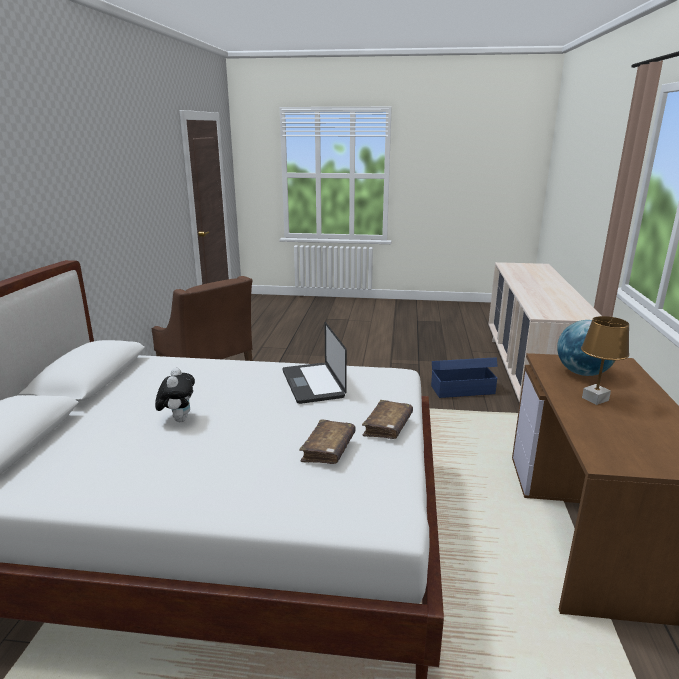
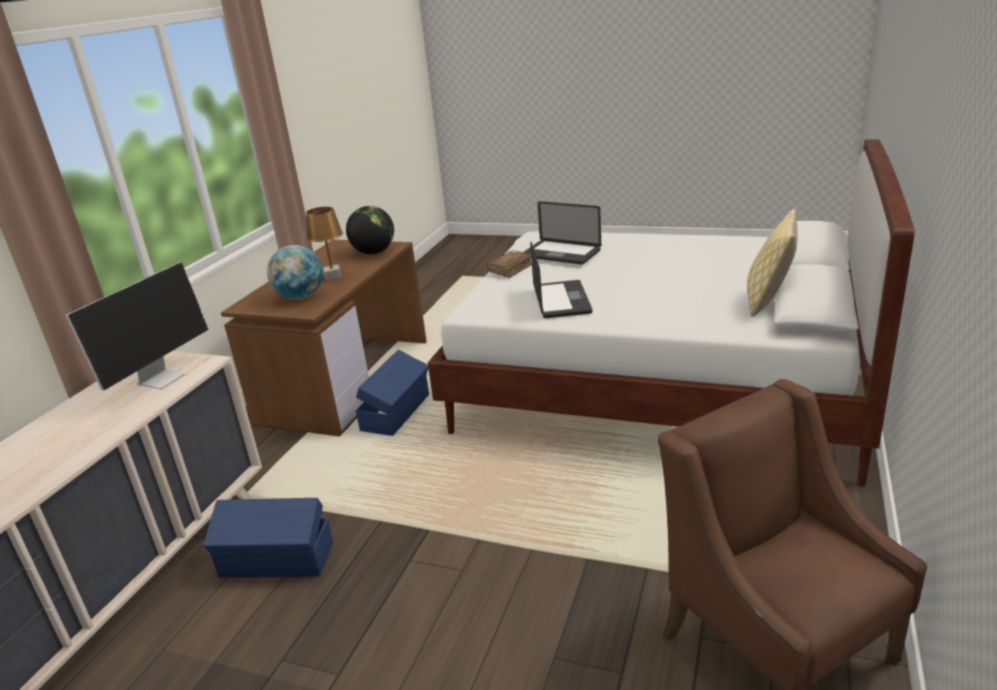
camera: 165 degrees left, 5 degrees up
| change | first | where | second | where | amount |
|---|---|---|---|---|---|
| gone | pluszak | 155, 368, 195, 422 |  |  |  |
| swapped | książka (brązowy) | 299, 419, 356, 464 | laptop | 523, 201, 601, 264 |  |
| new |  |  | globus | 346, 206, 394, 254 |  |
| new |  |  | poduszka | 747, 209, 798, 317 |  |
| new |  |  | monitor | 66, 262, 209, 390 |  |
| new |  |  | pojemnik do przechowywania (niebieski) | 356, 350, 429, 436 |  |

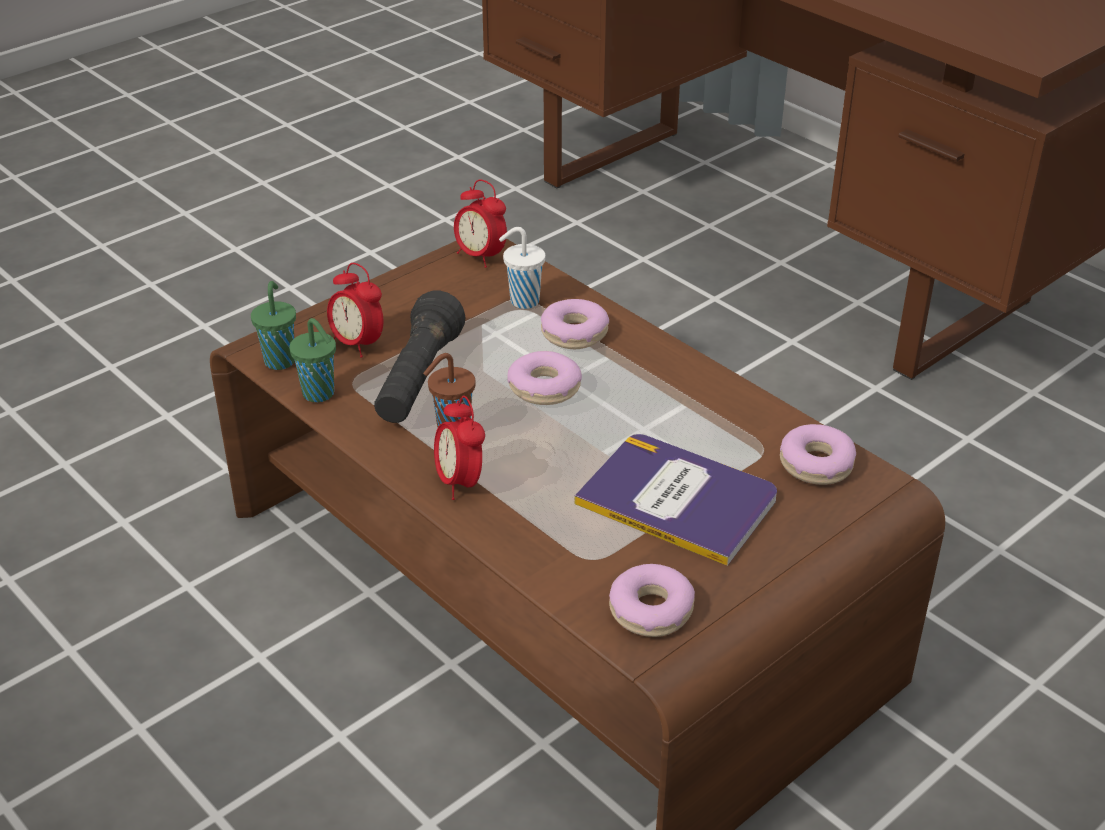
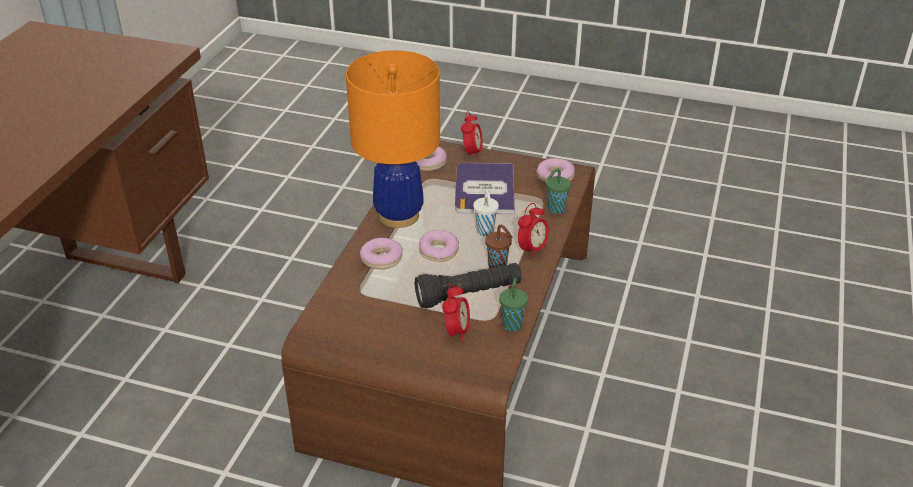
camera: 120 degrees left, 0 degrees up
| change | first | where | second | where | amount |
|---|---|---|---|---|---|
| shifted | budzik | 454, 179, 507, 268 |  | 461, 111, 483, 160 |  |
| shifted | filiżanka (biały) | 499, 227, 546, 309 |  | 473, 191, 499, 236 |  |
| shifted | filiżanka (zielony) | 251, 281, 296, 370 |  | 546, 169, 571, 214 |  |
| new |  |  | lampa stołowa (pomarańczowy) | 346, 50, 440, 228 |  |

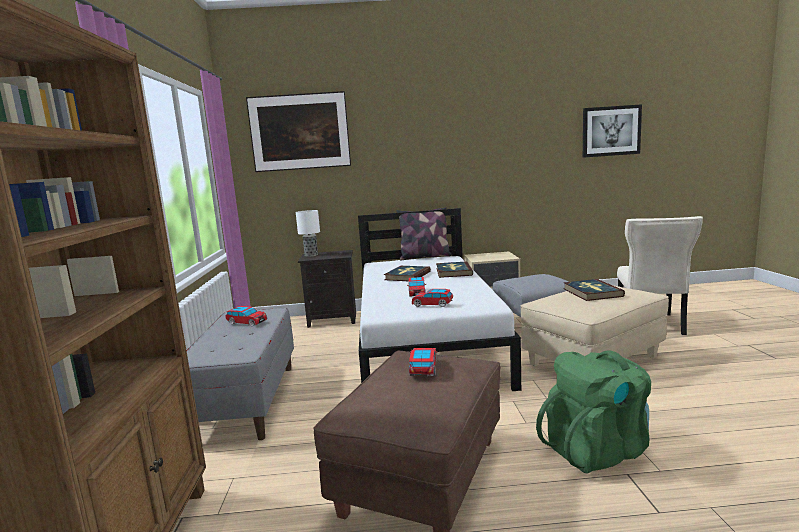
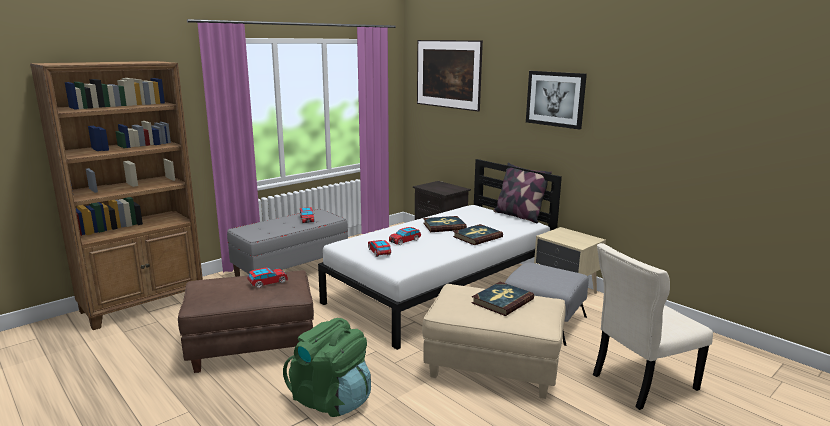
camera: 50 degrees right, 5 degrees up
| change | first | where | second | where | amount |
|---|---|---|---|---|---|
| shifted | obraz | 583, 104, 642, 158 |  | 526, 71, 587, 130 |  |
| gone | lampa stołowa | 296, 210, 320, 257 |  |  |  |

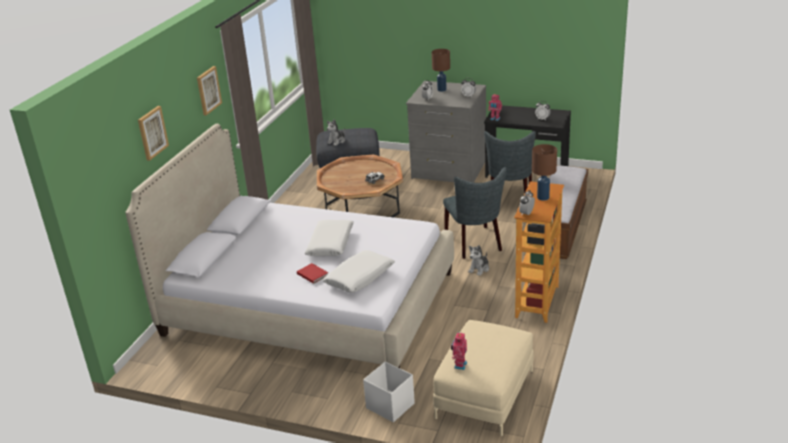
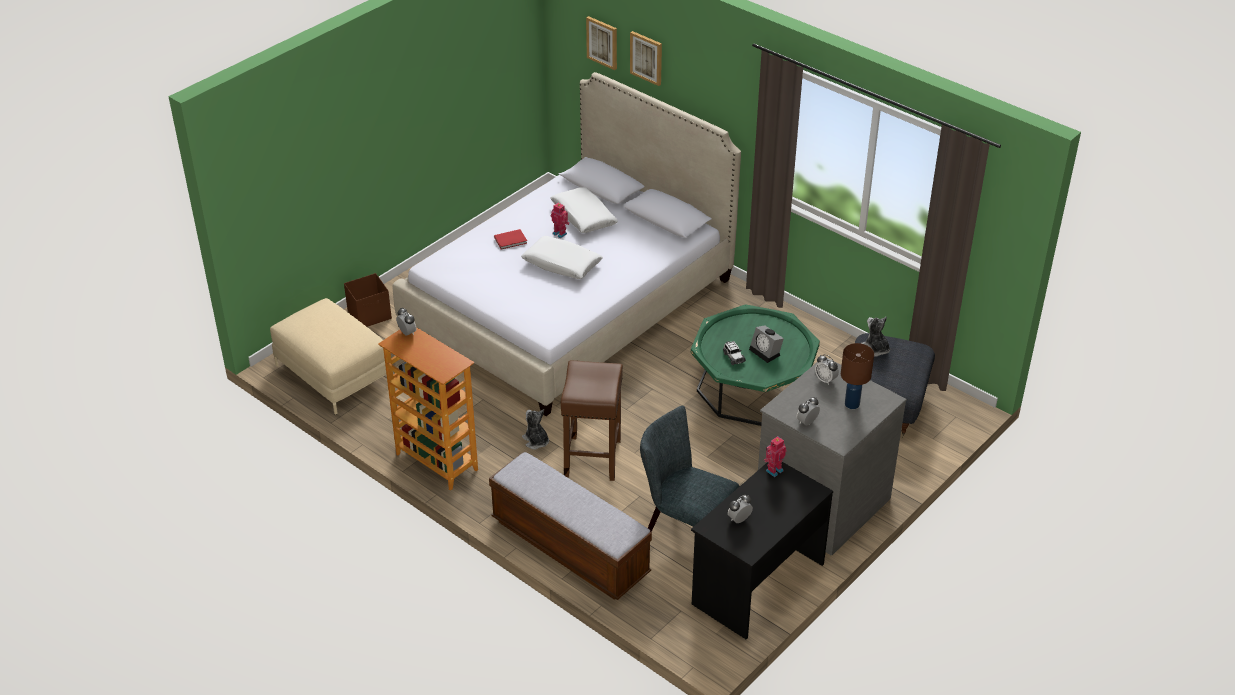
camera: 110 degrees right, 10 degrees up
| change | first | where | second | where | amount |
|---|---|---|---|---|---|
| shifted | obraz | 197, 66, 222, 115 |  | 586, 16, 617, 70 |  |
| gone | lampa stołowa (brązowy) | 532, 144, 557, 201 |  |  |  |
| repainted | ława (brązowy) | 317, 154, 403, 217 | ława (zielony) | 691, 304, 820, 426 |  |
| swapped | krzesło (szary) | 443, 167, 507, 259 | stołek (brązowy) | 561, 360, 623, 481 |  |
| shifted | poduszka (biały) | 322, 250, 395, 293 |  | 551, 187, 618, 233 |  |
| shifted | robot zabawkowy | 451, 332, 467, 370 |  | 551, 203, 569, 238 |  |
| repainted | pojemnik do przechowywania (biały) | 363, 362, 415, 423 | pojemnik do przechowywania (brązowy) | 344, 273, 392, 327 |  |
| new |  |  | budzik | 749, 325, 784, 363 |  |

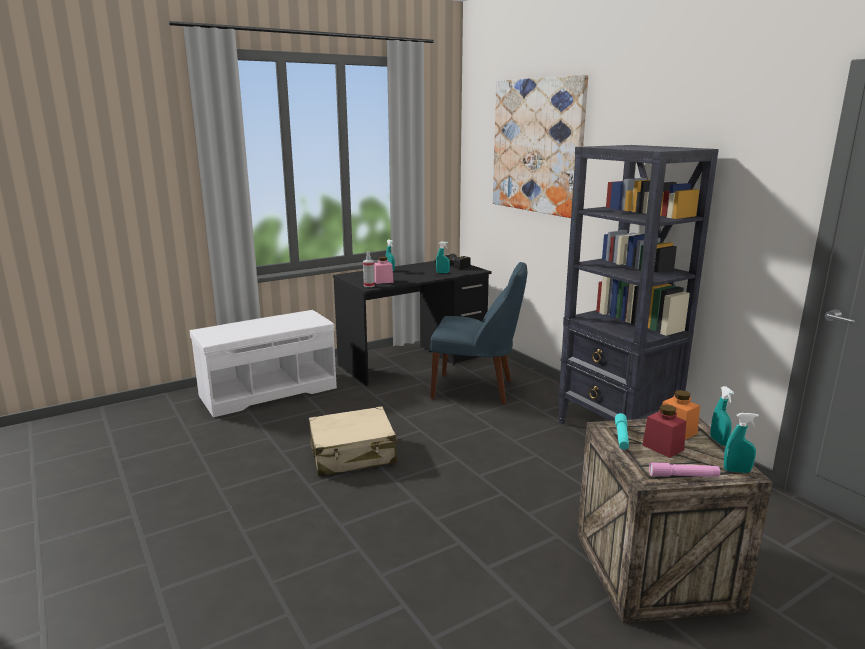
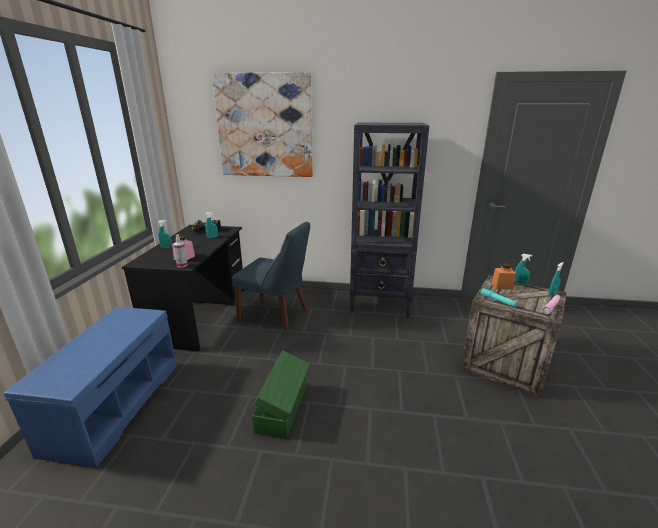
camera: 50 degrees left, 5 degrees up
| change | first | where | second | where | amount |
|---|---|---|---|---|---|
| rotated | krzesło (niebieski) | 431, 262, 527, 404 |  | 232, 221, 310, 331 | 60 degrees clockwise |
| repainted | ławka (biały) | 190, 310, 337, 418 | ławka (niebieski) | 4, 307, 177, 467 |  |
| gone | słoik (czerwony) | 643, 404, 686, 458 |  |  |  |
| swapped | walizka (beżowy) | 309, 406, 398, 476 | pojemnik do przechowywania (zielony) | 252, 350, 310, 439 |  |

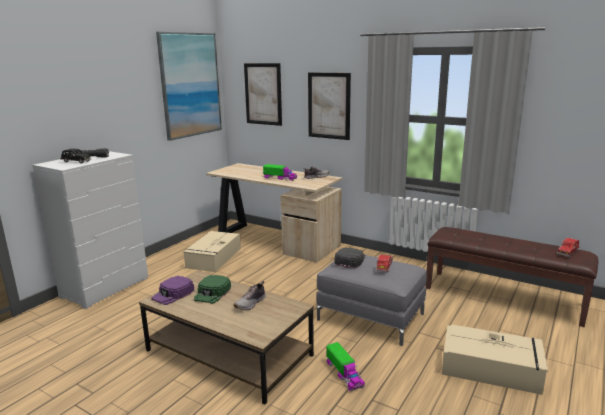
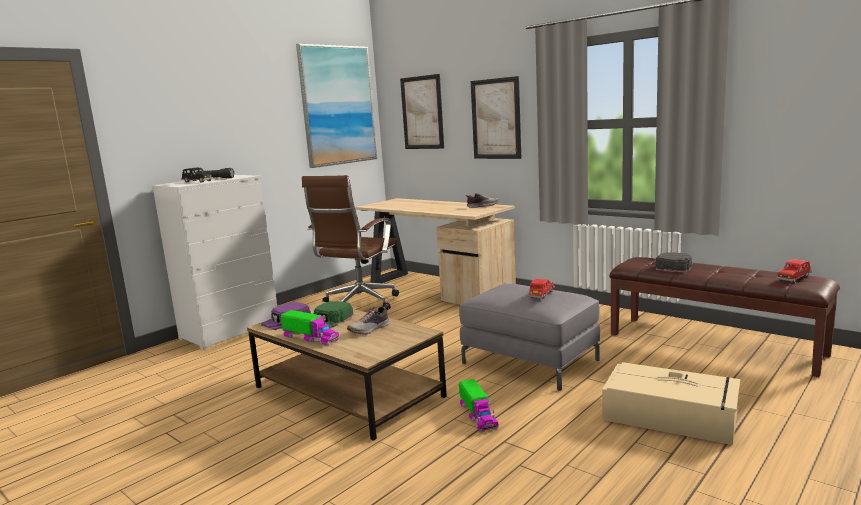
camera: 10 degrees right, 5 degrees down
| change | first | where | second | where | amount |
|---|---|---|---|---|---|
| shifted | ciężarówka zabawkowa | 263, 164, 297, 181 |  | 280, 310, 340, 345 |  |
| swapped | pojemnik do przechowywania (beżowy) | 183, 231, 241, 272 | krzesło biurowe (brązowy) | 302, 175, 399, 310 |  |
| shifted | czapka z daszkiem (czarny) | 335, 247, 365, 268 |  | 656, 252, 693, 273 |  |

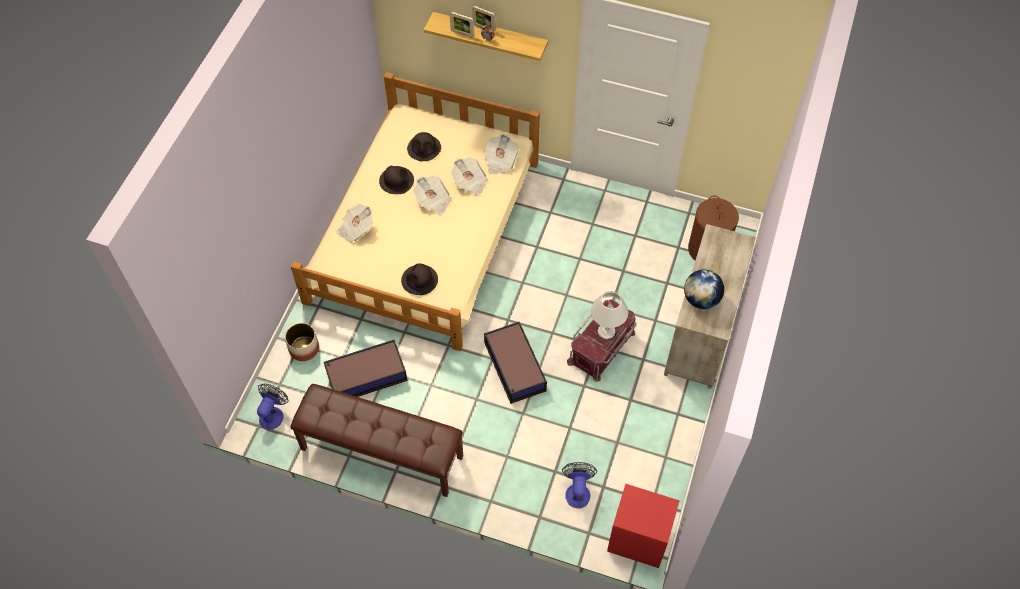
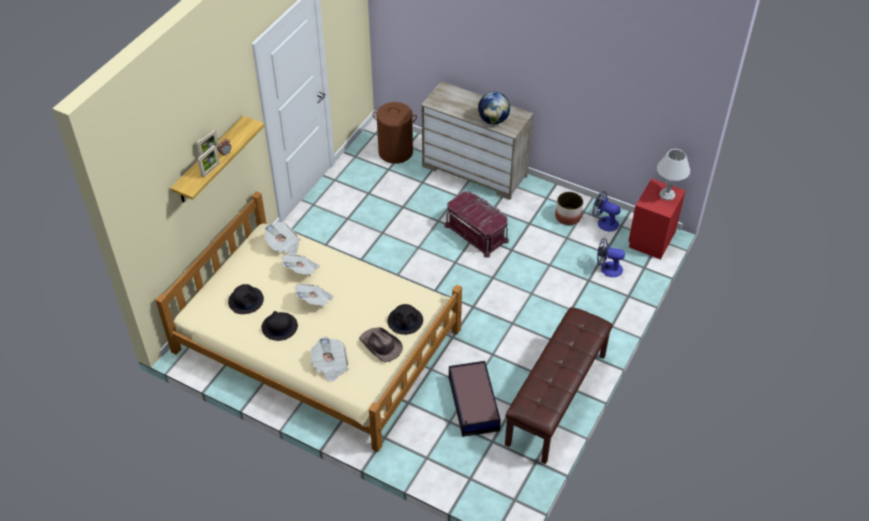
camera: 80 degrees left, 10 degrees down
| change | first | where | second | where | amount |
|---|---|---|---|---|---|
| shifted | lampa stołowa (biały) | 591, 291, 628, 339 |  | 657, 149, 690, 201 |  |
| gone | pojemnik do przechowywania | 484, 322, 547, 404 |  |  |  |
| shifted | donica | 285, 323, 319, 361 |  | 555, 192, 583, 225 |  |
| shifted | wentylator | 257, 384, 289, 430 |  | 592, 191, 621, 232 |  |
| new |  |  | kapelusz (brązowy) | 359, 327, 403, 363 |  |

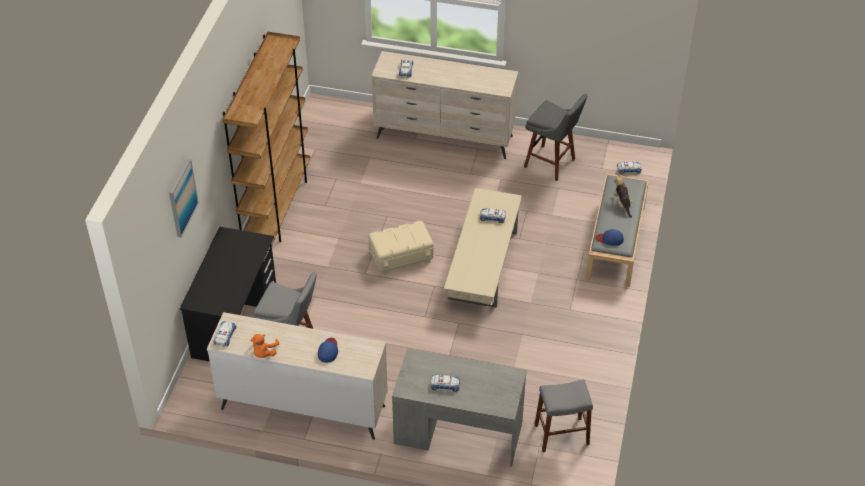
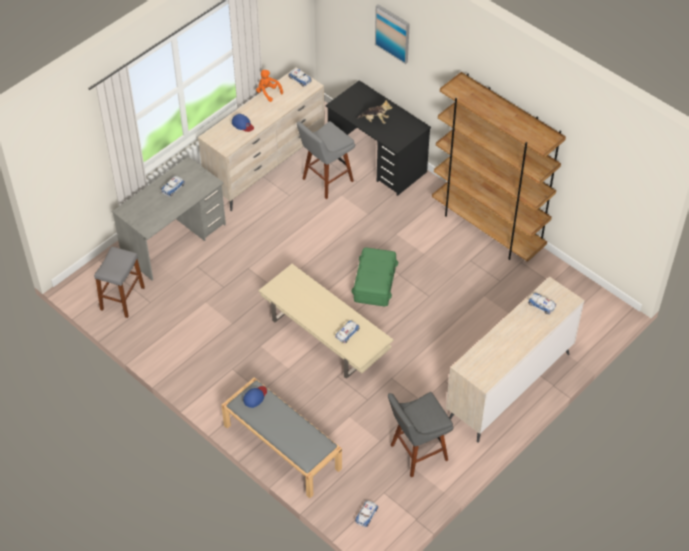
camera: 120 degrees right, 5 degrees up
| change | first | where | second | where | amount |
|---|---|---|---|---|---|
| shifted | pluszak | 613, 174, 633, 218 |  | 357, 100, 392, 124 |  |
| repainted | pojemnik do przechowywania (beżowy) | 368, 221, 434, 275 | pojemnik do przechowywania (zielony) | 351, 247, 398, 306 |  |

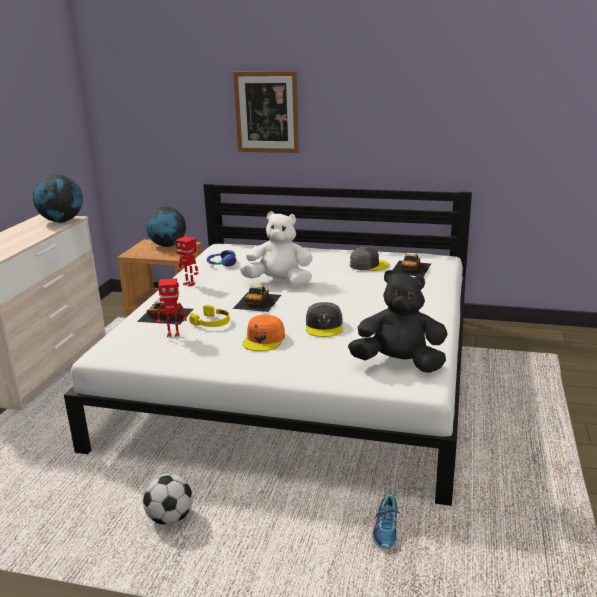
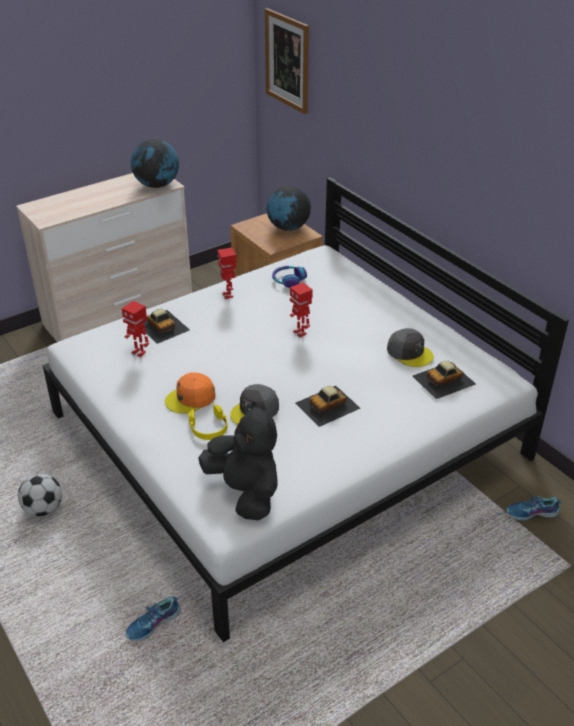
camera: 40 degrees right, 15 degrees up
| change | first | where | second | where | amount |
|---|---|---|---|---|---|
| shifted | obraz | 233, 71, 299, 153 |  | 265, 8, 309, 114 |  |
| swapped | pluszak (biały) | 240, 211, 313, 287 | robot zabawkowy | 290, 282, 313, 338 |  |
| shifted | samochodzik | 233, 284, 281, 312 |  | 295, 386, 361, 427 |  |
| shifted | słuchawki (żółty) | 189, 305, 230, 327 |  | 188, 404, 227, 440 |  |
| new |  |  | but | 506, 496, 562, 521 |  |

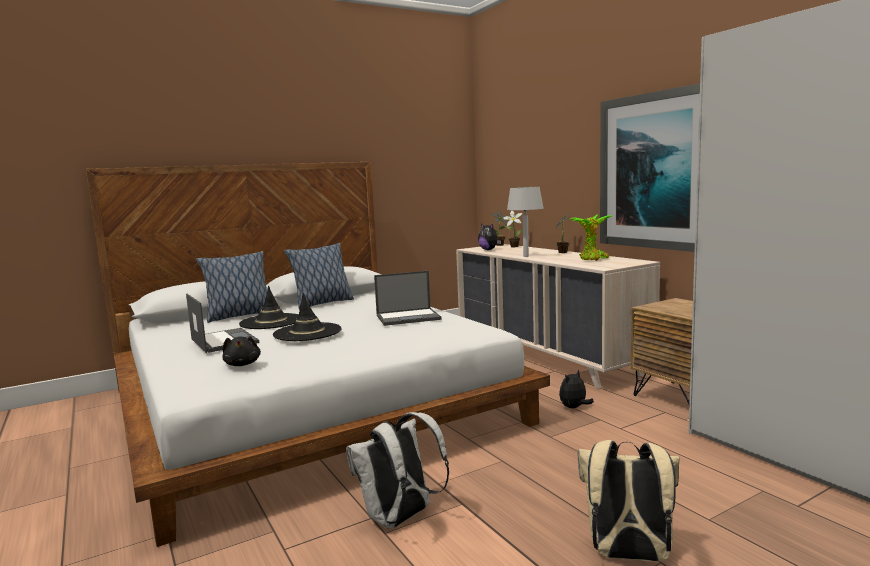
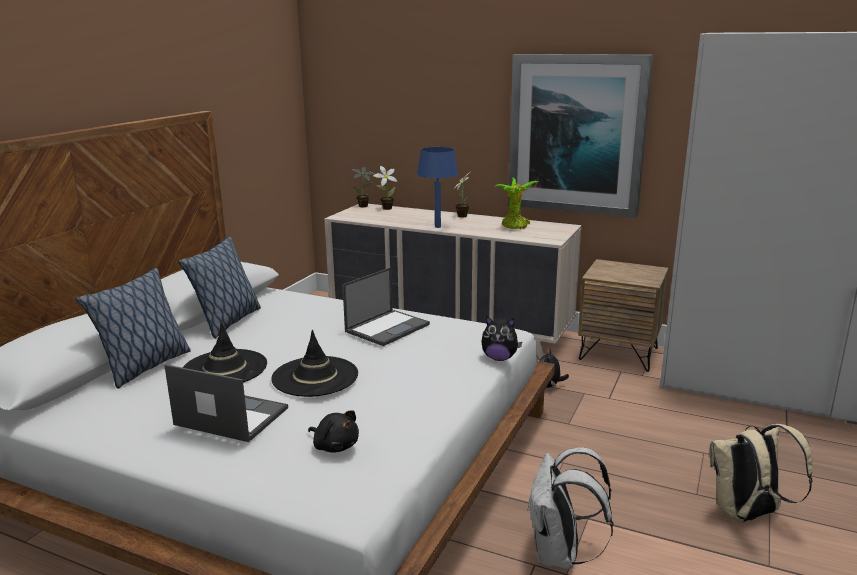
camera: 35 degrees left, 10 degrees up
| change | first | where | second | where | amount |
|---|---|---|---|---|---|
| repainted | lampa stołowa (szary) | 507, 187, 544, 257 | lampa stołowa (niebieski) | 417, 147, 458, 228 |  |
| shifted | pluszak | 478, 223, 501, 250 |  | 481, 316, 522, 361 |  |

